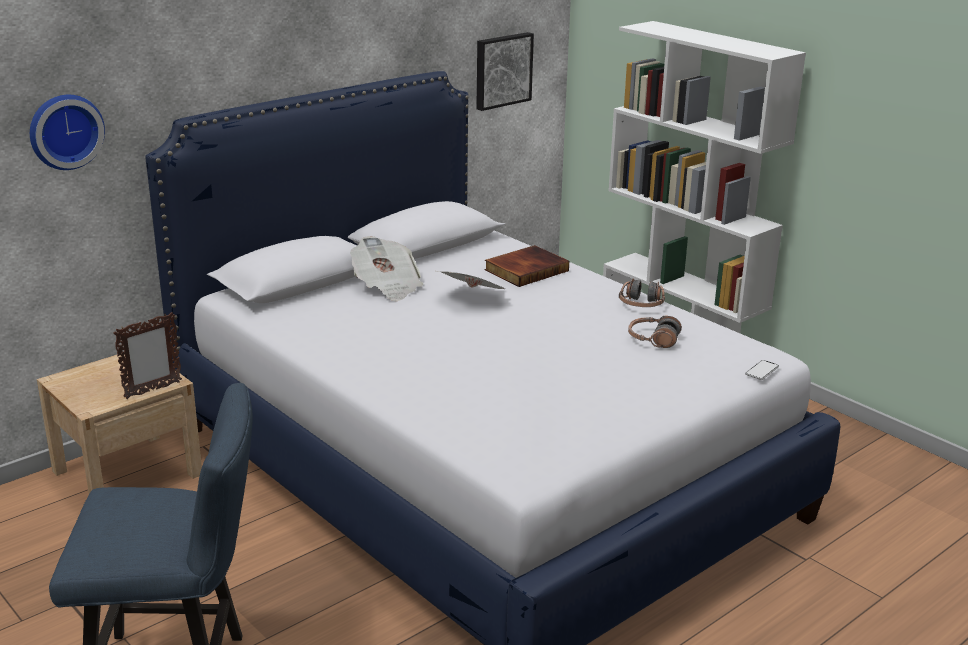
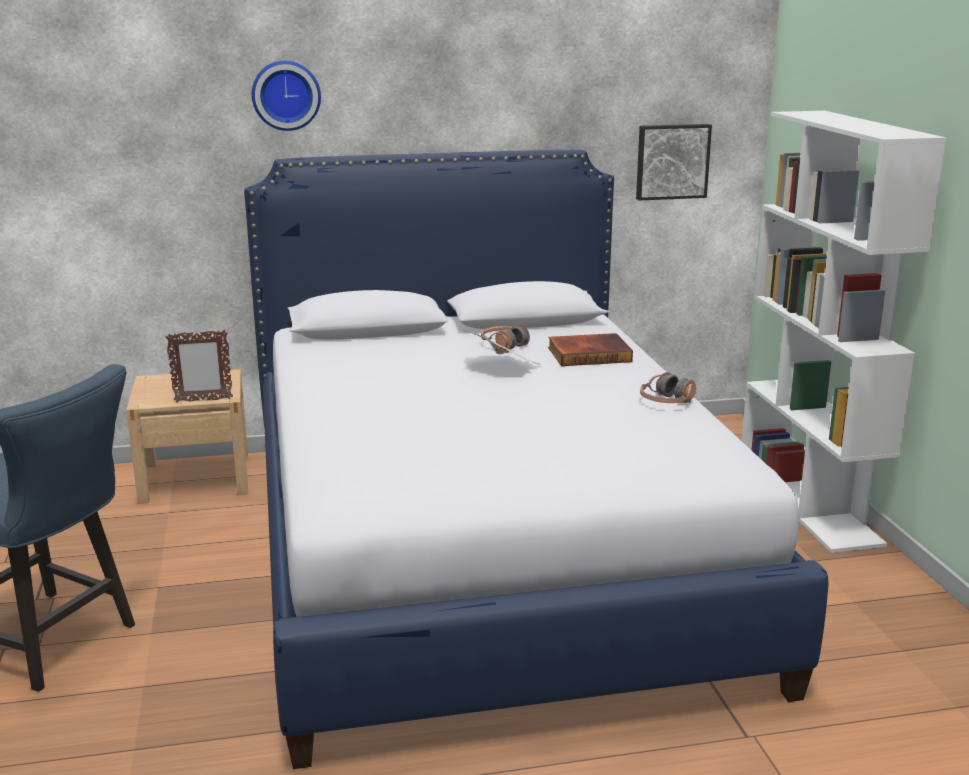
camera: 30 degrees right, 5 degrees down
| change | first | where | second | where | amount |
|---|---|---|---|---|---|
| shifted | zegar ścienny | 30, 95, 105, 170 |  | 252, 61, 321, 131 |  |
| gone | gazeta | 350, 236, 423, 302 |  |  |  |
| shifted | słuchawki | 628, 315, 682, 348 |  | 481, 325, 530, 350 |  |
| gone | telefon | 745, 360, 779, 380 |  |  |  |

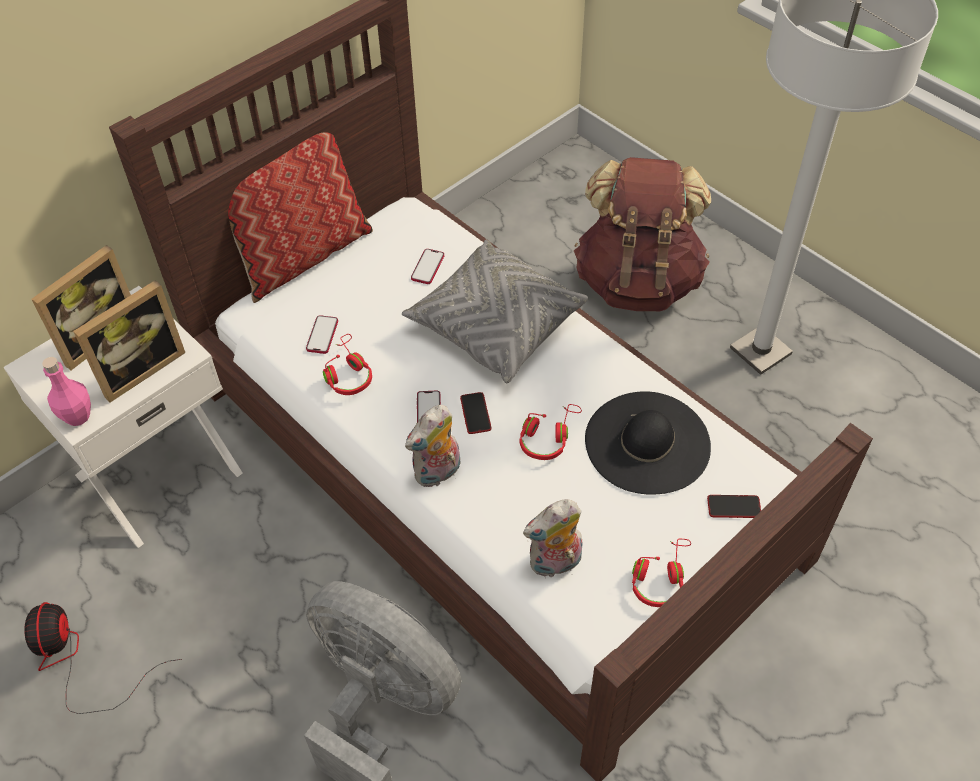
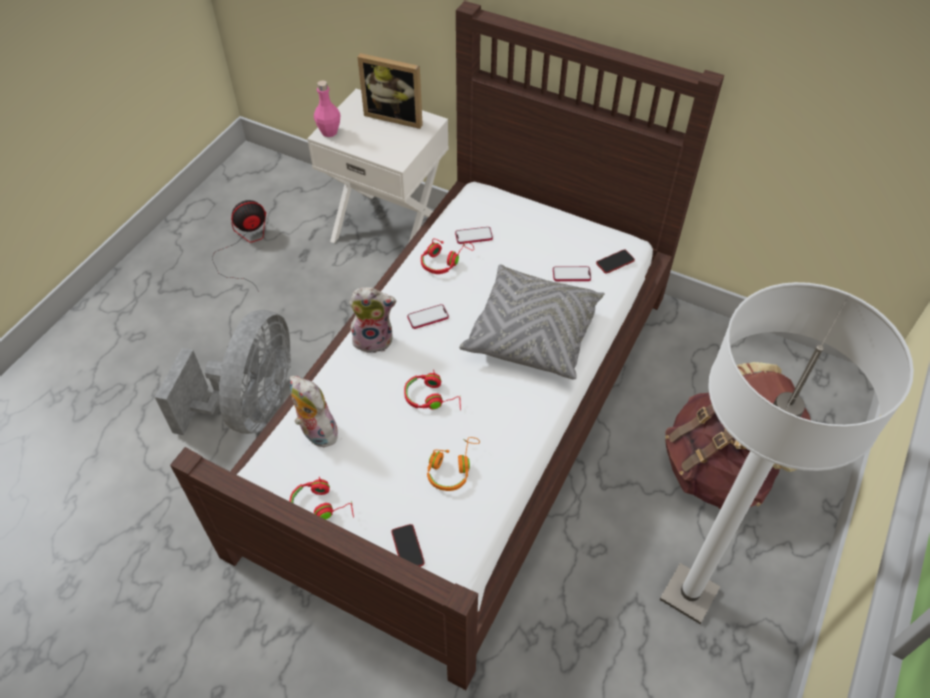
camera: 70 degrees right, 0 degrees up
| change | first | where | second | where | amount |
|---|---|---|---|---|---|
| gone | poduszka | 194, 97, 373, 303 |  |  |  |
| gone | ramka na zdjęcie | 73, 280, 185, 403 |  |  |  |
| swapped | kapelusz (czarny) | 585, 391, 711, 495 | słuchawki (pomarańczowy) | 427, 437, 480, 491 |  |
| shifted | telefon | 460, 392, 491, 434 |  | 596, 249, 635, 274 |  |
| rotated | pluszak | 405, 405, 461, 487 |  | 349, 287, 396, 353 | 150 degrees clockwise |

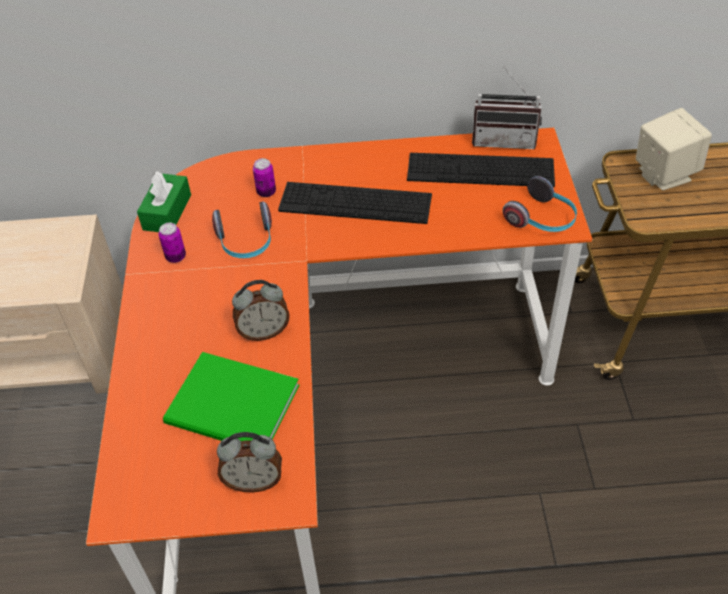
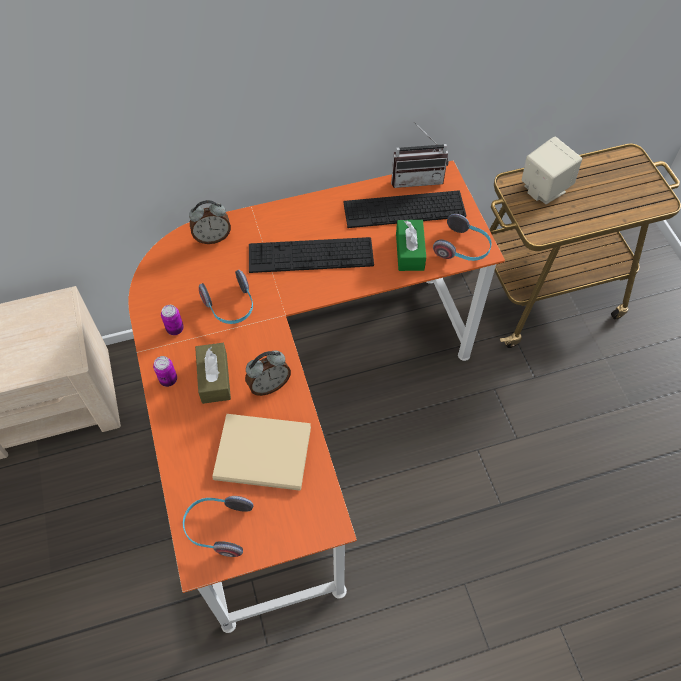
camera: 15 degrees left, 10 degrees up
| change | first | where | second | where | amount |
|---|---|---|---|---|---|
| shifted | puszka | 253, 158, 276, 197 |  | 153, 356, 177, 387 |  |
| shifted | pudełko chusteczek (zielony) | 137, 171, 191, 232 |  | 396, 220, 426, 271 |  |
| repainted | książka (zielony) | 163, 352, 300, 441 | książka (beżowy) | 212, 414, 311, 491 |  |
| shifted | budzik | 217, 432, 282, 493 |  | 189, 200, 231, 244 |  |
| new |  |  | pudełko chusteczek (brązowy) | 195, 343, 231, 404 |  |
| new |  |  | słuchawki | 183, 496, 254, 557 |  |

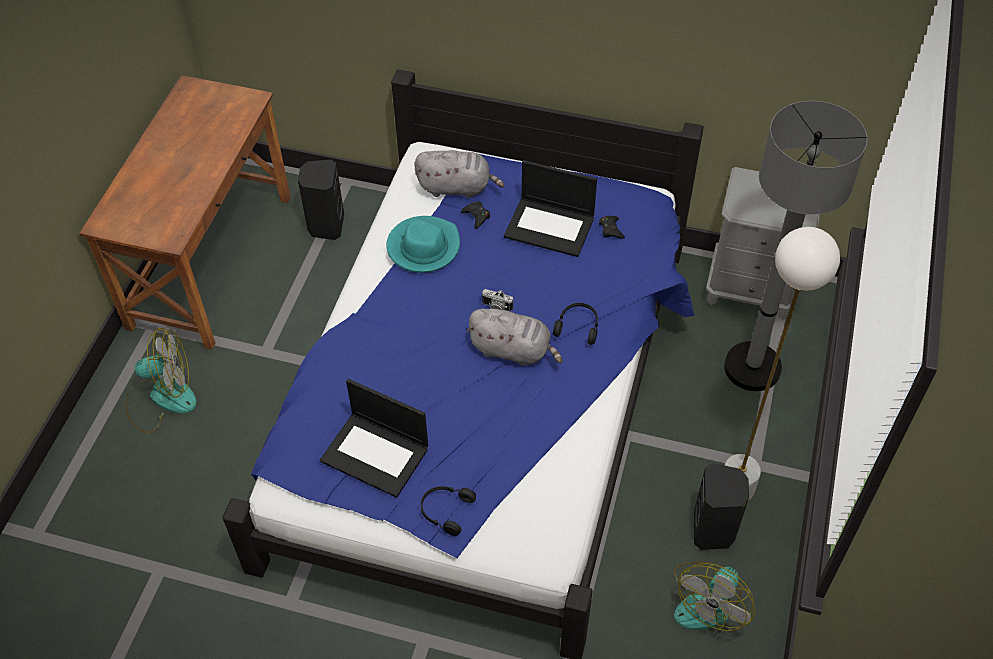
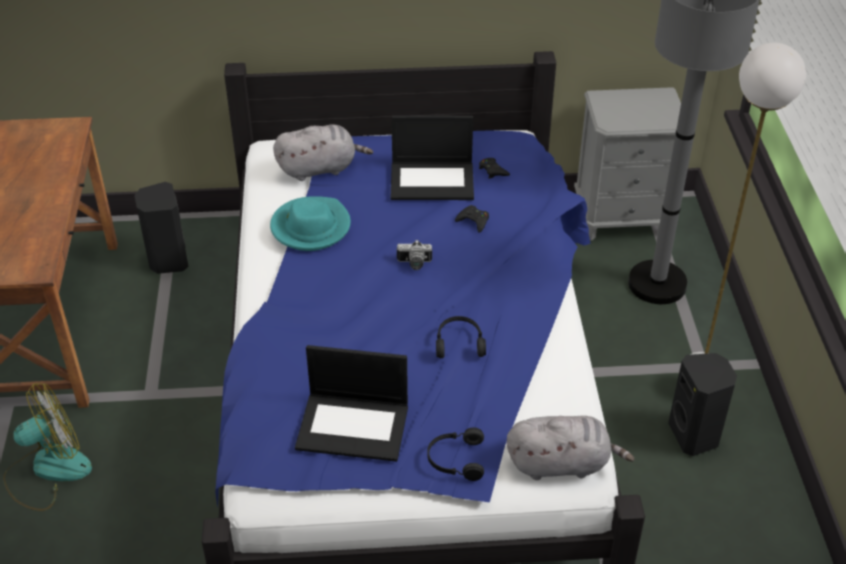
camera: 20 degrees left, 10 degrees down
| change | first | where | second | where | amount |
|---|---|---|---|---|---|
| shifted | pad do gier (czarny) | 461, 201, 490, 229 |  | 455, 205, 489, 233 |  |
| shifted | słuchawki (czarny) | 553, 303, 598, 345 |  | 436, 316, 486, 358 |  |
| shifted | pluszak (szary) | 466, 309, 563, 366 |  | 507, 416, 634, 480 |  |
| gone | wentylator | 674, 561, 755, 631 |  |  |  |

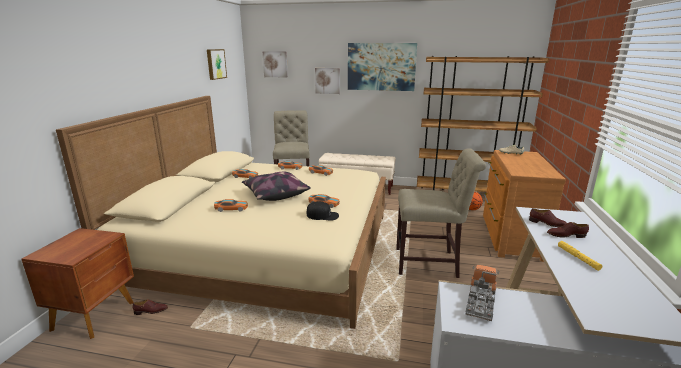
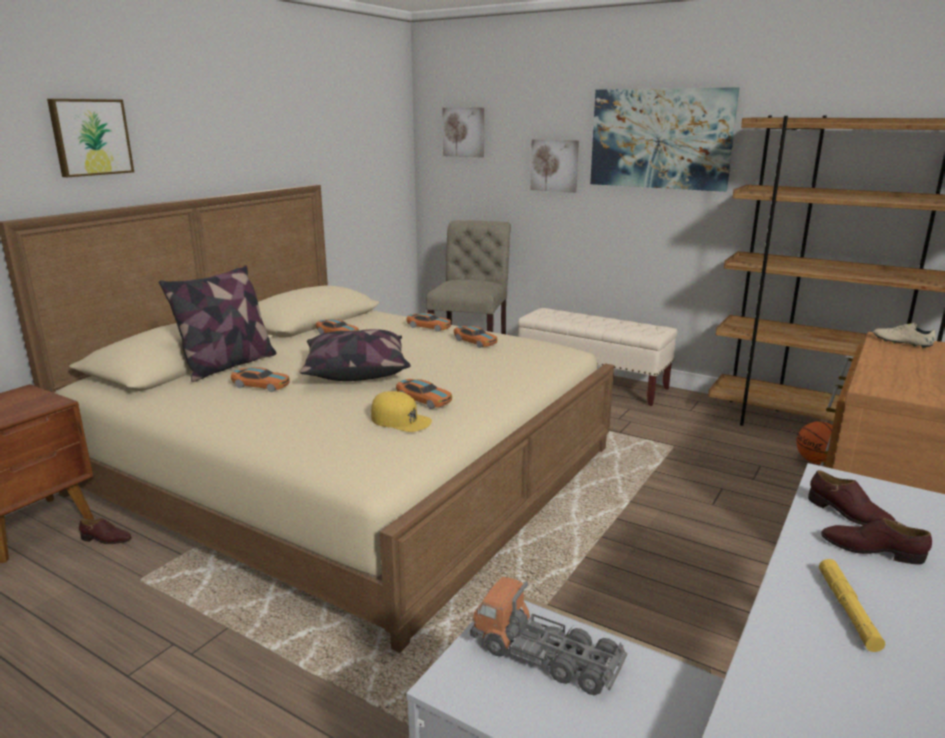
camera: 20 degrees right, 0 degrees up
| change | first | where | second | where | amount |
|---|---|---|---|---|---|
| shifted | obraz | 207, 49, 227, 80 |  | 47, 99, 134, 177 |  |
| gone | krzesło (beżowy) | 396, 148, 486, 278 |  |  |  |
| repainted | czapka z daszkiem (czarny) | 306, 201, 339, 221 | czapka z daszkiem (żółty) | 371, 391, 432, 432 |  |
| rotated | ciężarówka zabawkowa | 466, 265, 499, 321 |  | 470, 577, 627, 695 | 105 degrees counterclockwise |
| new |  |  | poduszka | 159, 265, 277, 382 |  |

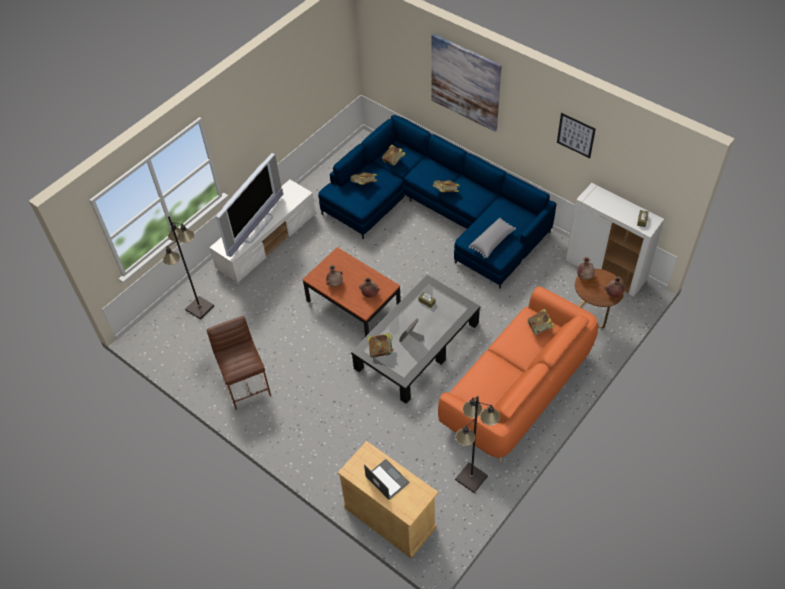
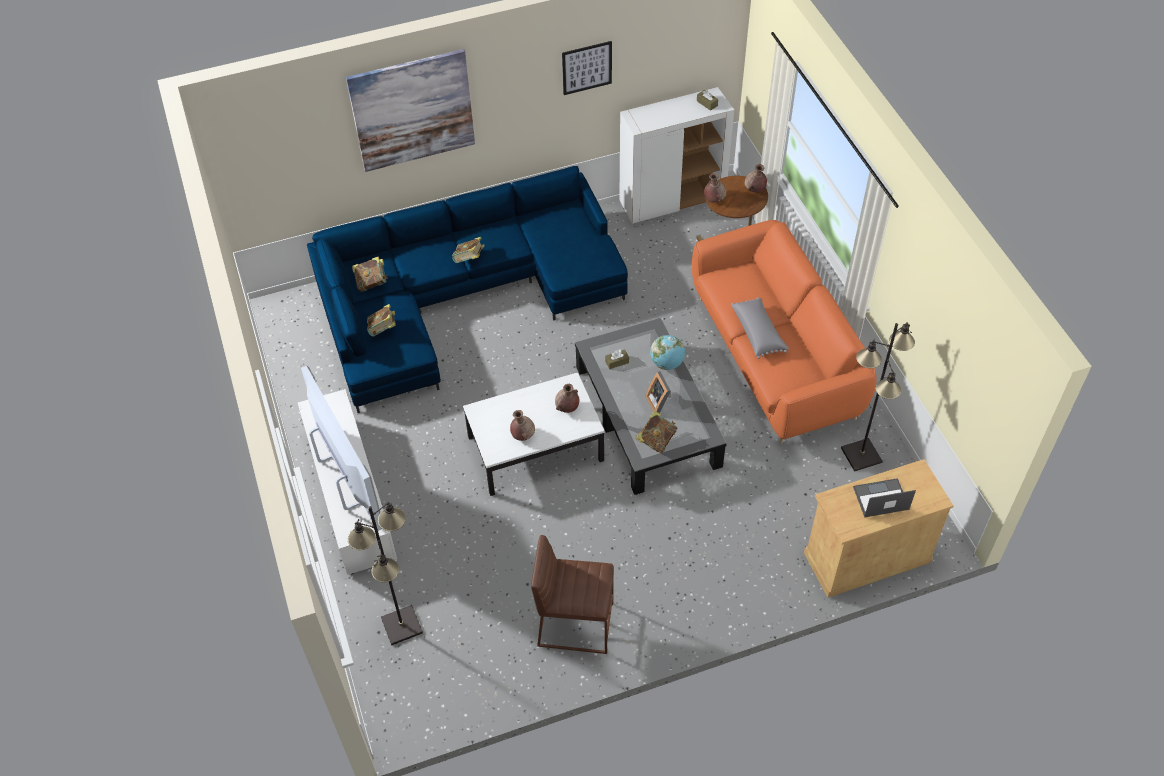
camera: 60 degrees left, 0 degrees up
| change | first | where | second | where | amount |
|---|---|---|---|---|---|
| shifted | poduszka (szary) | 469, 218, 516, 258 |  | 731, 297, 789, 359 |  |
| repainted | ława (brązowy) | 302, 247, 401, 337 | ława (biały) | 463, 372, 605, 496 |  |
| gone | książka | 528, 309, 554, 335 |  |  |  |
| new |  |  | globus | 650, 335, 685, 370 |  |

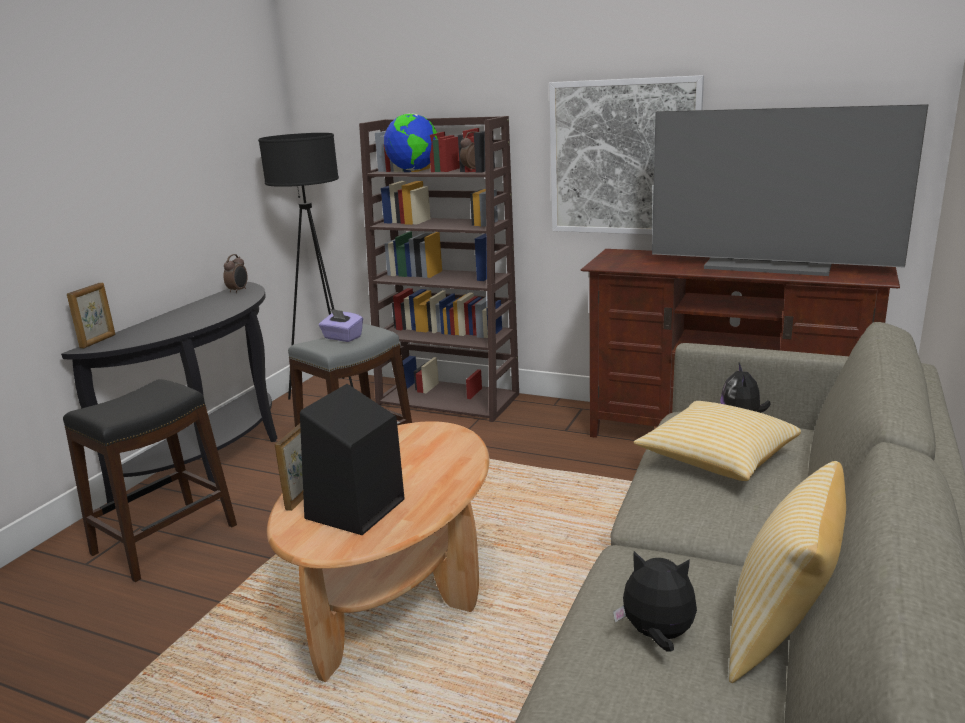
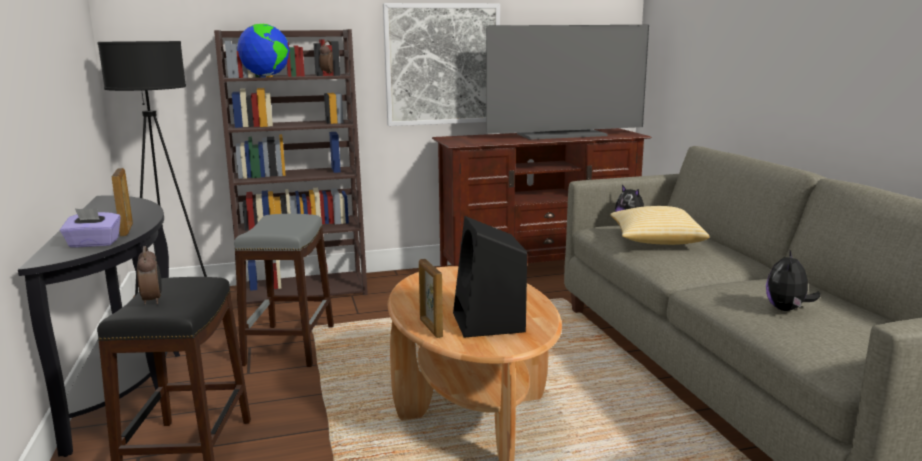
camera: 40 degrees left, 5 degrees down
| change | first | where | second | where | amount |
|---|---|---|---|---|---|
| shifted | budzik | 223, 254, 247, 293 |  | 137, 246, 162, 305 |  |
| shifted | ramka na zdjęcie | 67, 283, 115, 349 |  | 111, 168, 133, 236 |  |
| shifted | pudełko chusteczek (fioletowy) | 319, 309, 363, 342 |  | 60, 208, 121, 248 |  |
| gone | poduszka | 729, 461, 846, 683 |  |  |  |
| rotated | pluszak | 613, 551, 697, 651 |  | 766, 251, 821, 311 | 45 degrees counterclockwise |

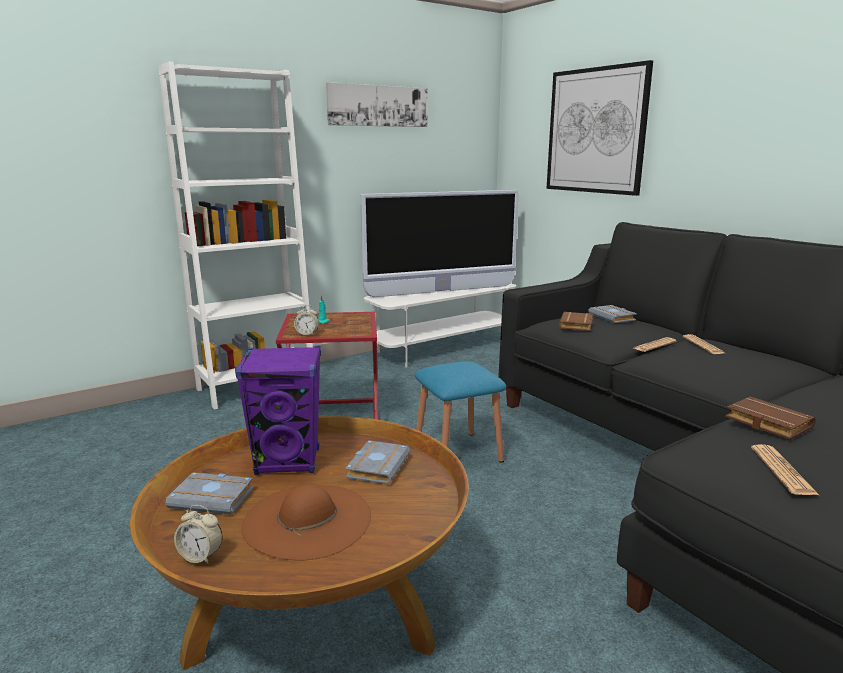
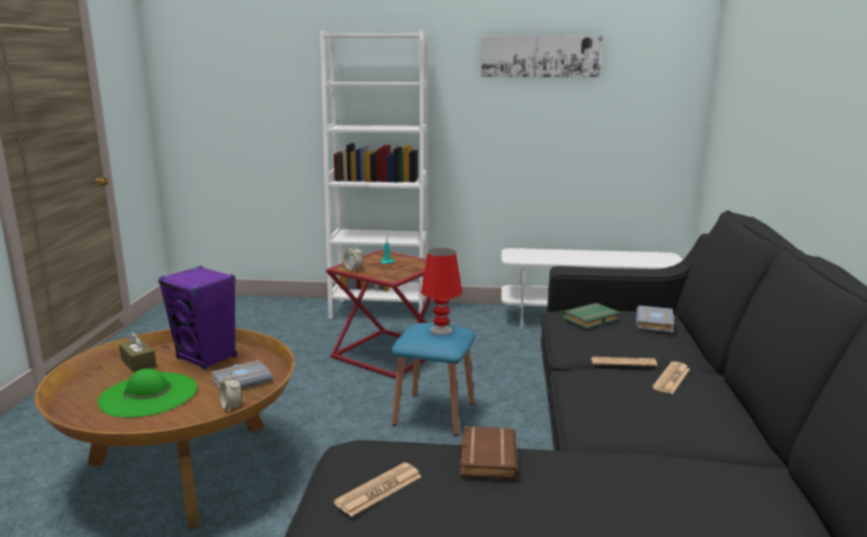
camera: 40 degrees right, 0 degrees up
| change | first | where | second | where | amount |
|---|---|---|---|---|---|
| gone | obraz | 546, 60, 653, 196 |  |  |  |
| gone | telewizor | 360, 190, 519, 297 |  |  |  |
| repainted | książka (brązowy) | 559, 312, 593, 331 | książka (zielony) | 562, 303, 620, 329 |  |
| swapped | książka (szary) | 166, 472, 254, 515 | pudełko chusteczek (brązowy) | 119, 331, 157, 373 |  |
| repainted | kapelusz (brązowy) | 241, 485, 371, 560 | kapelusz (zielony) | 98, 369, 197, 418 |  |
| shifted | budzik | 174, 505, 223, 564 |  | 219, 372, 242, 413 |  |
| new |  |  | lampa stołowa (czerwony) | 421, 248, 462, 335 |  |

